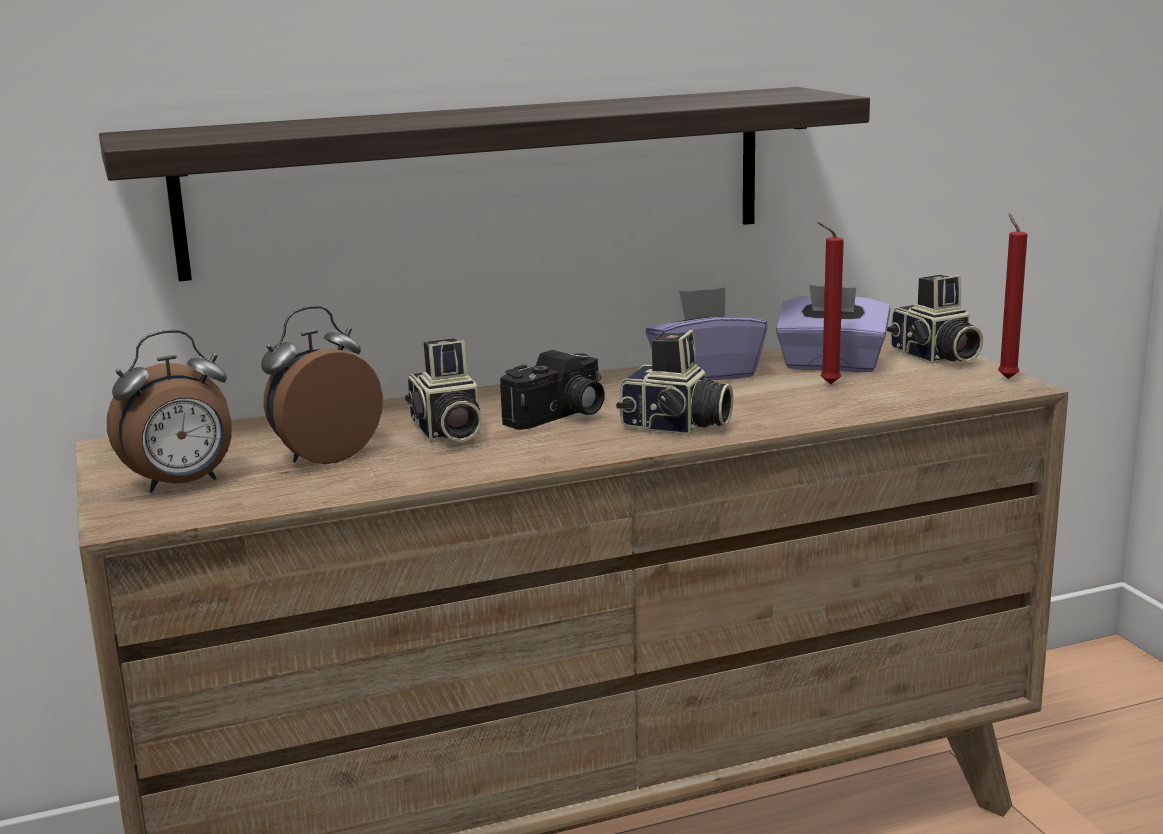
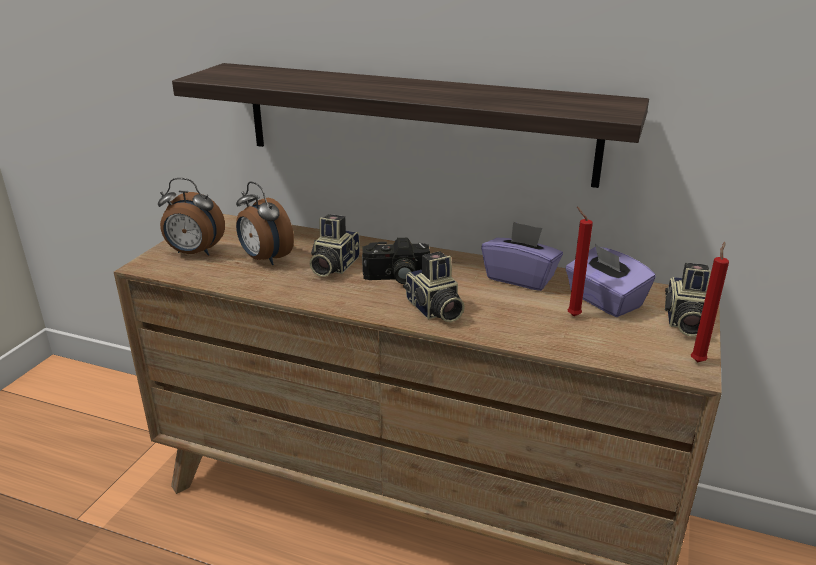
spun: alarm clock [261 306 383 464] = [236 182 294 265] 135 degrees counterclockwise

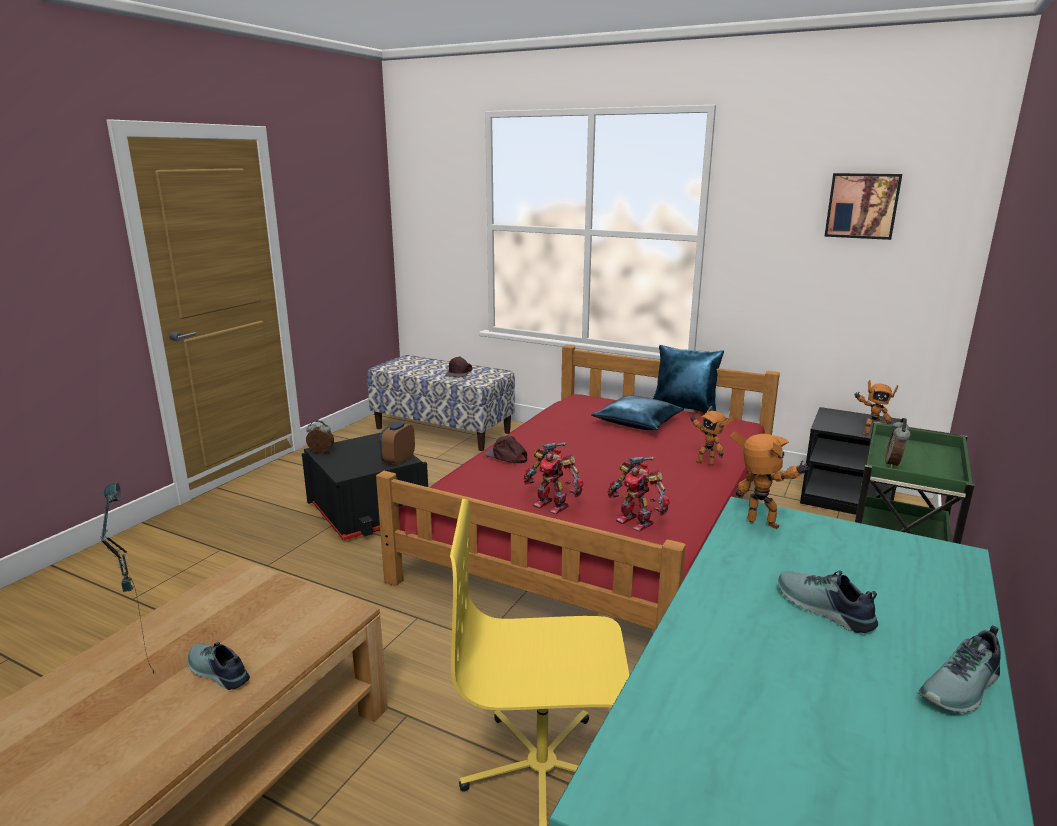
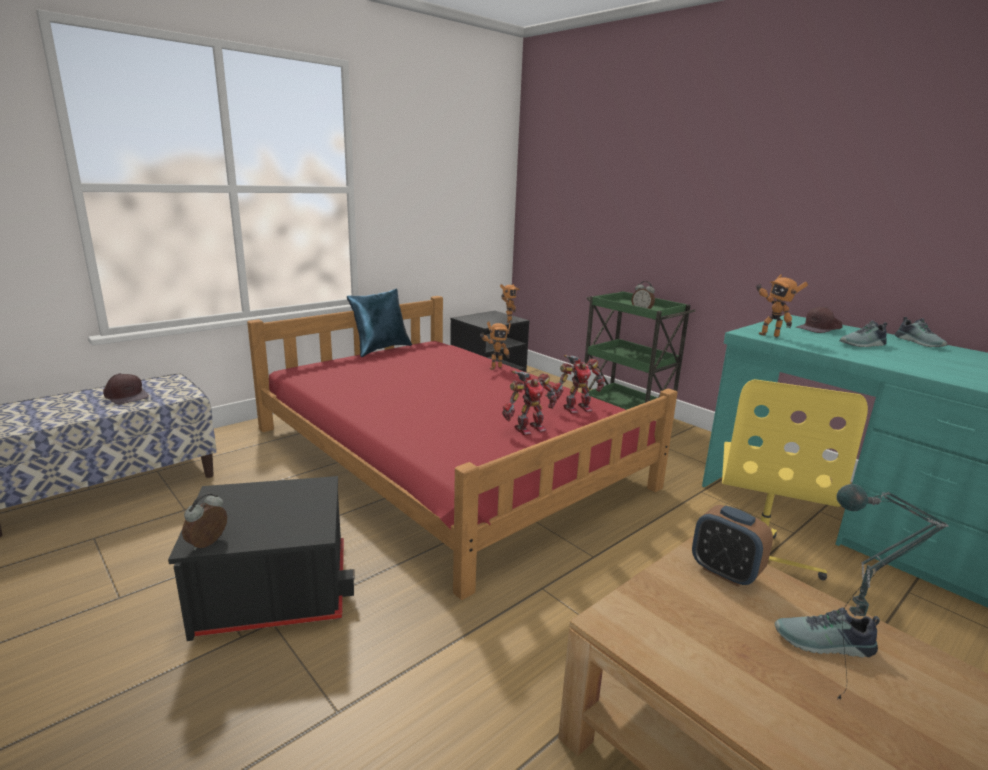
missing: picture [824 173 902 240]; blue pillow [591 395 684 430]
relocated: alarm clock [379 421 415 466] to [692 505 773 586]; brown cap [485 436 527 463] to [796 307 843 333]
spun: toy robot [730 432 810 529] = [755 274 808 337] 105 degrees counterclockwise; shoe [188 642 250 690] = [775 607 880 657] 45 degrees clockwise

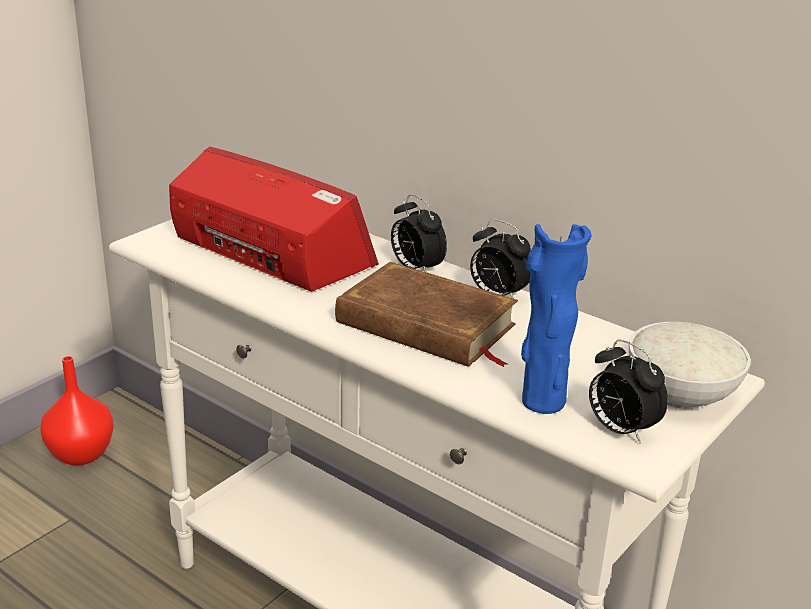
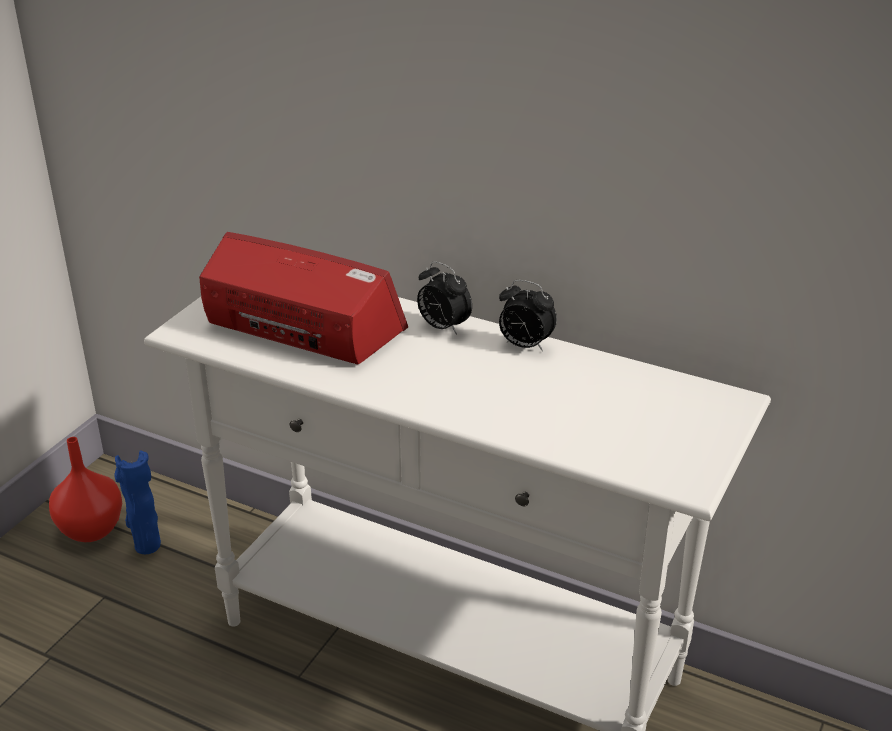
missing: brown book [335 262 518 367]; white bowl [629 322 751 409]; alarm clock [589 339 668 444]
relocated: blue vase [521 224 592 414] to [115 451 161 554]

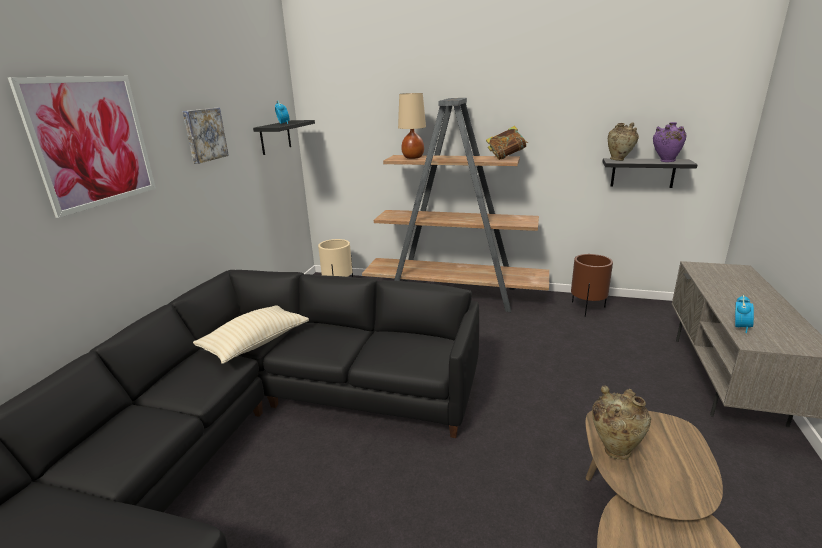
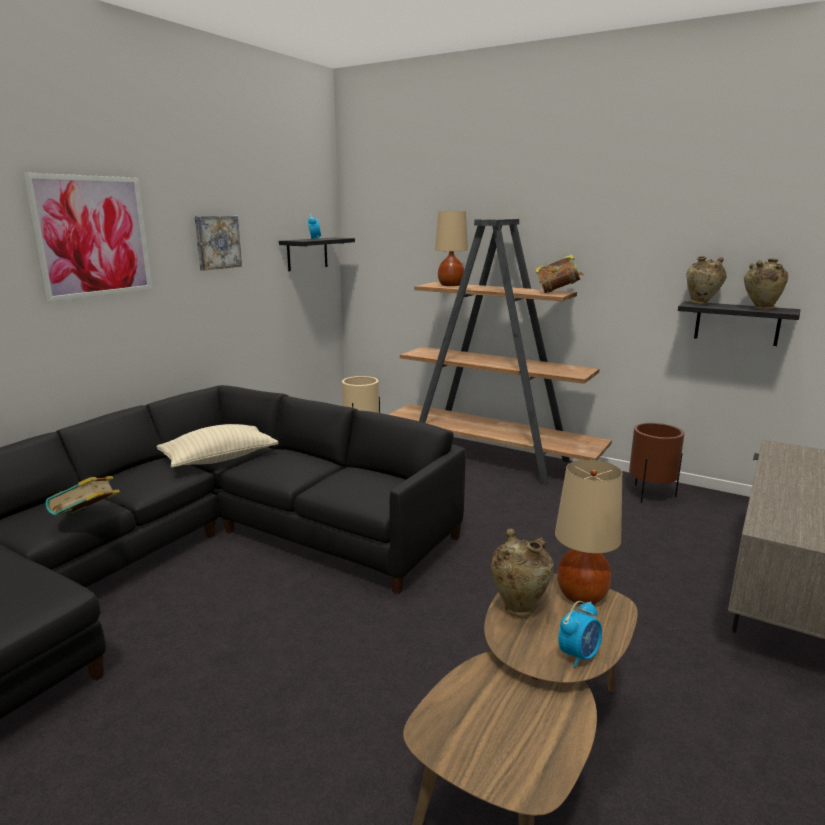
appeared: beige table lamp [555 460 622 604]; book [46 476 120 515]
relocated: alarm clock [735 295 754 333] to [558 601 602 668]
colour: purple vase [653 122 687 162] to beige vase [744 258 789 310]

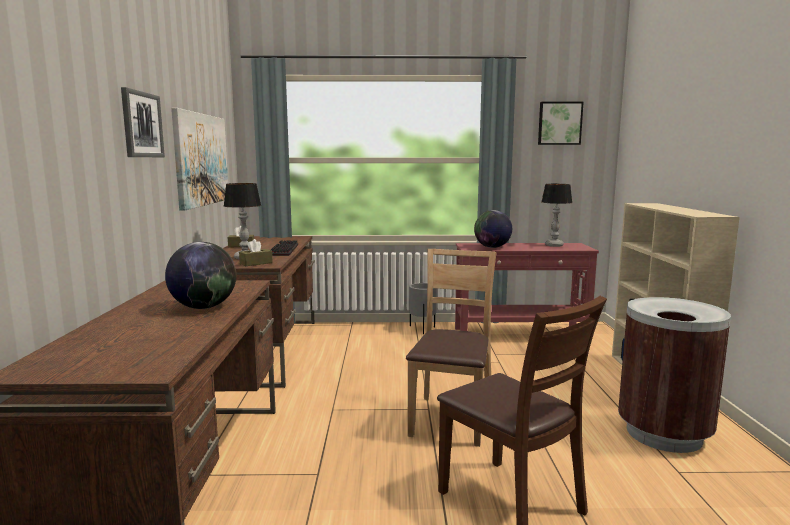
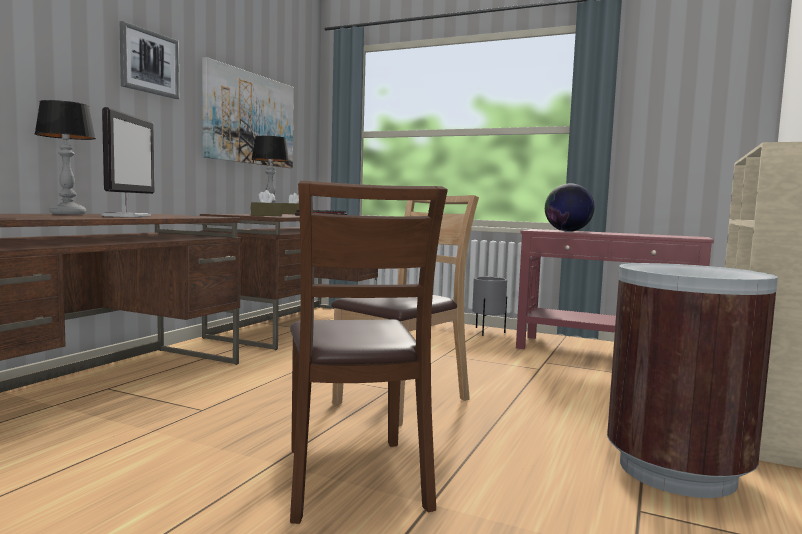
missing: picture [538 102 584 145]
relocated: table lamp [541 184 572 247] to [35 100 96 215]
exchanged: globe [165 242 237 309] to monitor [101 107 154 217]

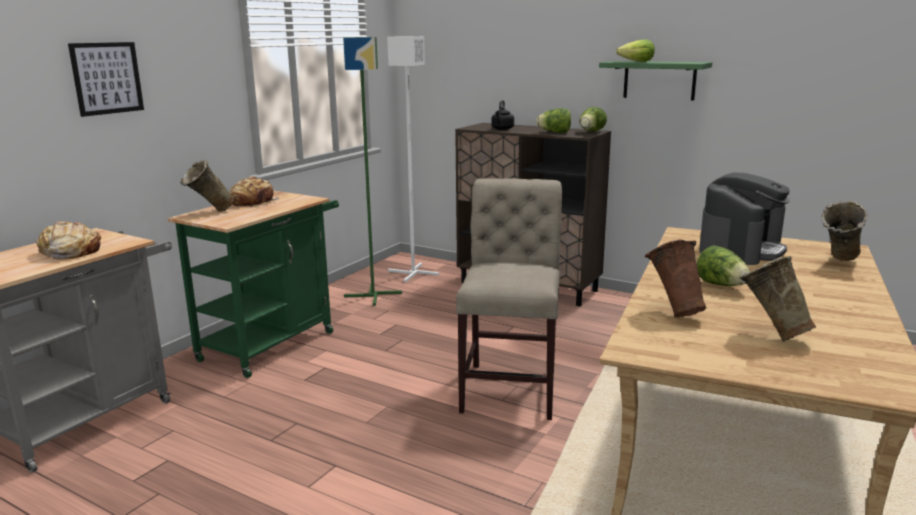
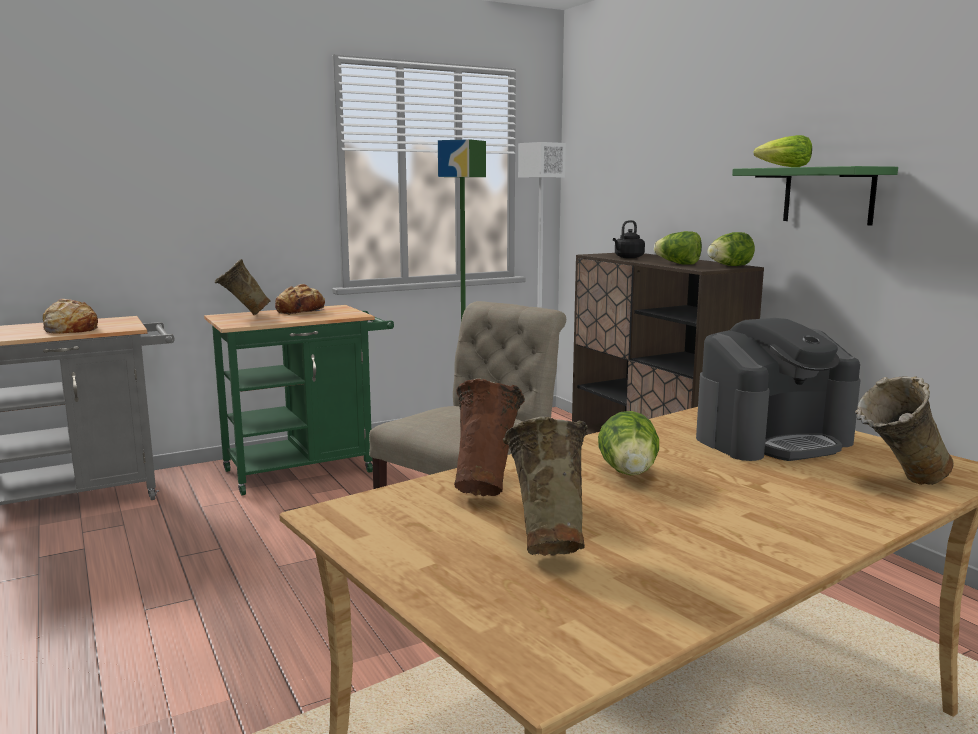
missing: picture [68 42 144 117]

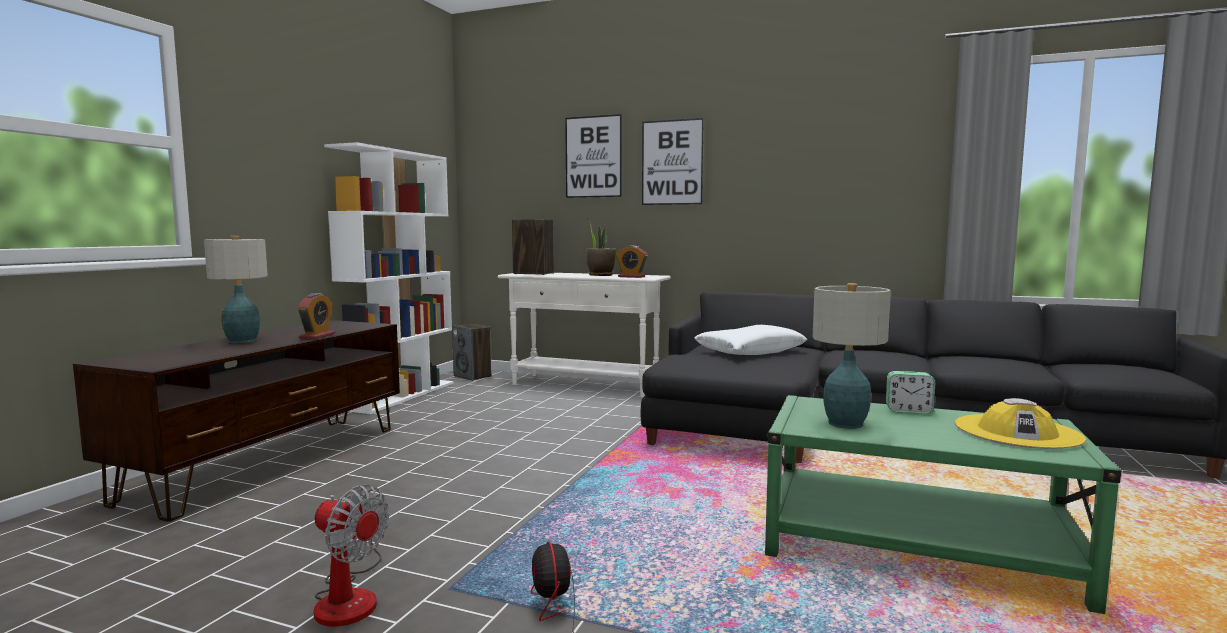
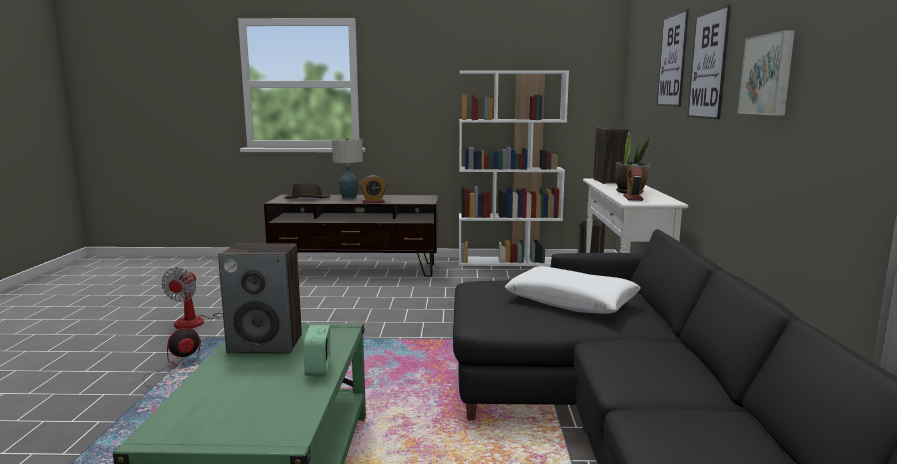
missing: yellow hat [955 398 1086 449]
appeared: picture [738 30 795 115]; brown hat [285 182 331 199]
exchanged: table lamp [813 283 891 429] to speaker [218 243 302 353]

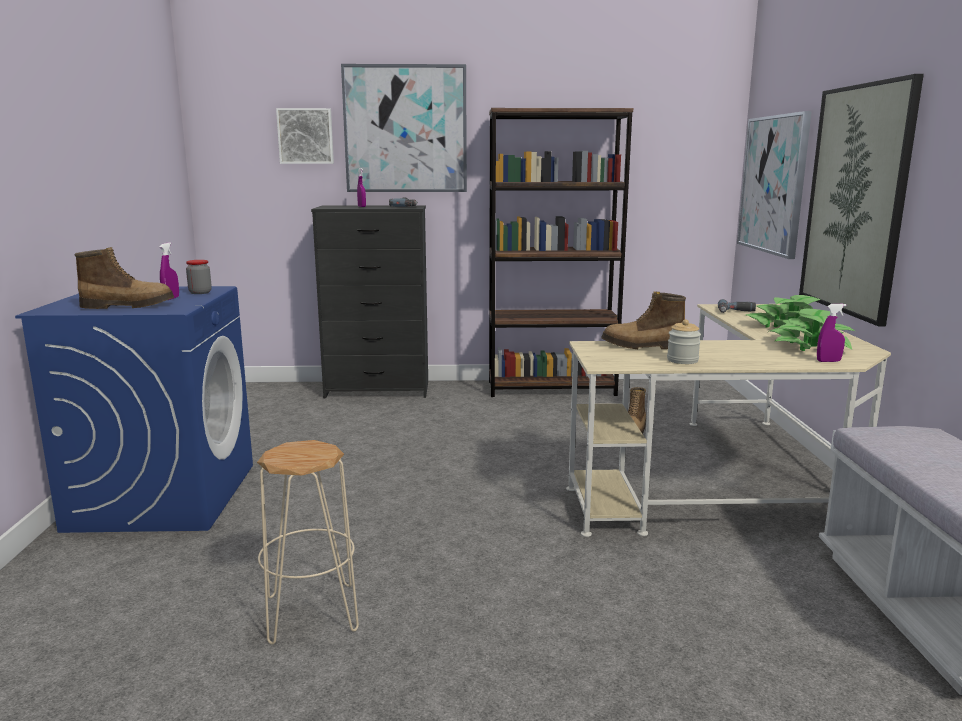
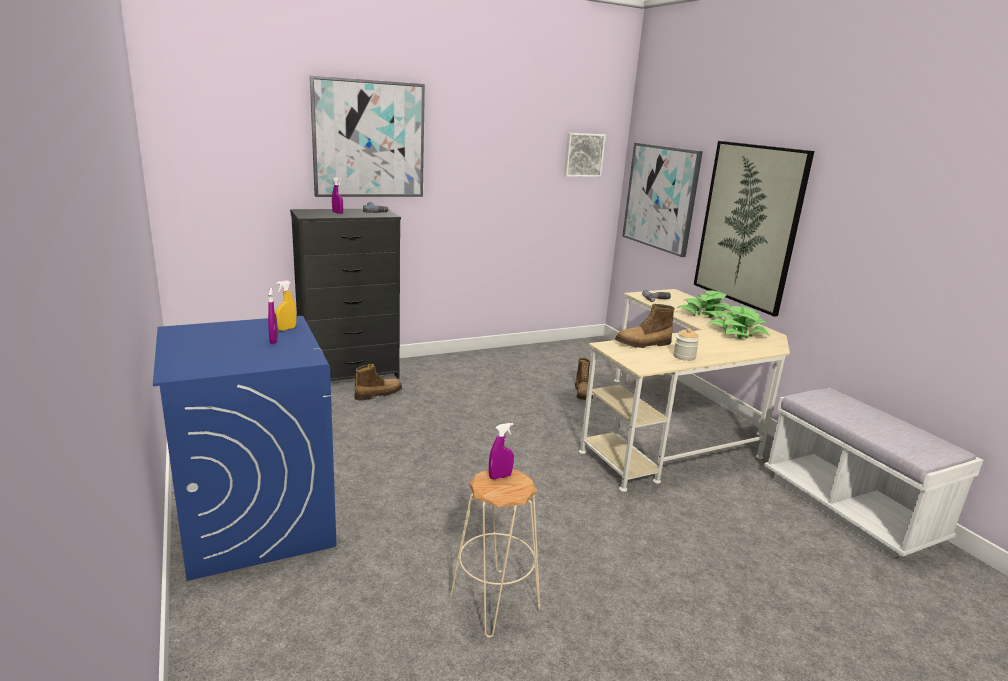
missing: brown bookcase [489 108 633 397]
relocated: picture [276 108 334 164] to [564 133 606 177]; boot [74 247 174 309] to [354 364 402 400]; purple spray bottle [817 304 847 362] to [489 423 514 479]
exchanged: jar [186 260 212 294] to yellow spray bottle [275 280 296 331]

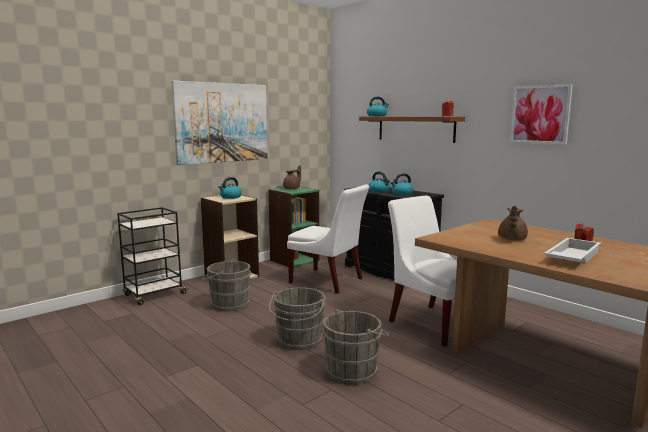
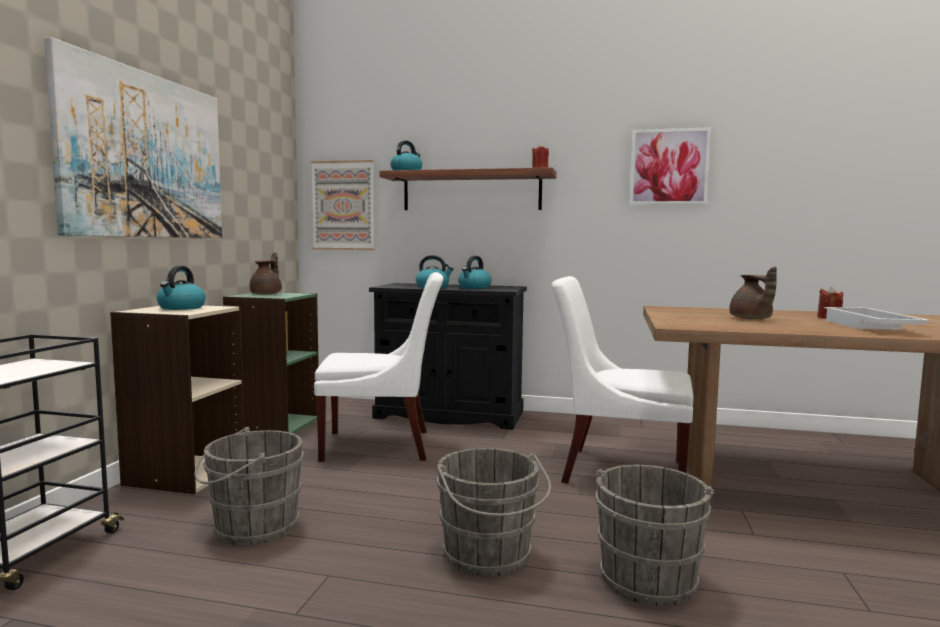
appeared: picture [311 160 374 250]

